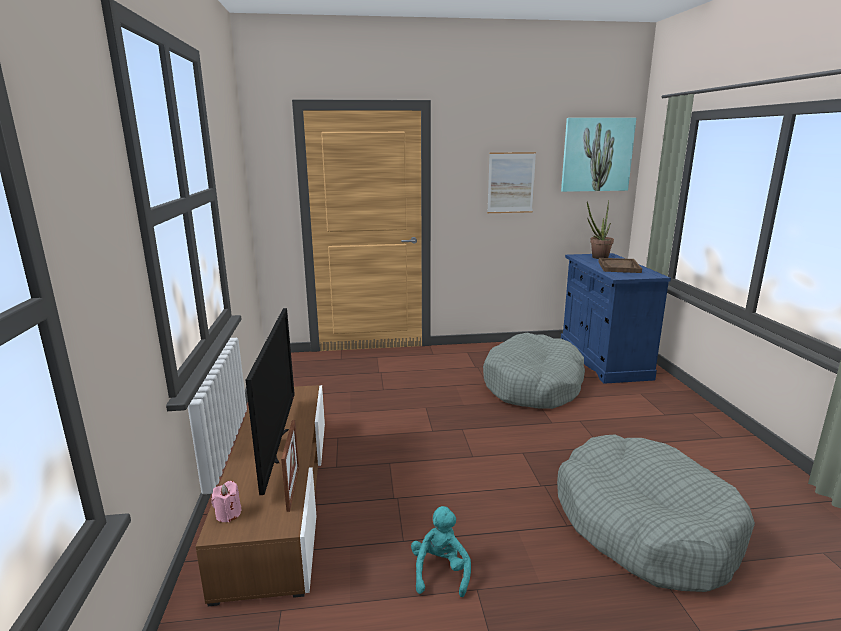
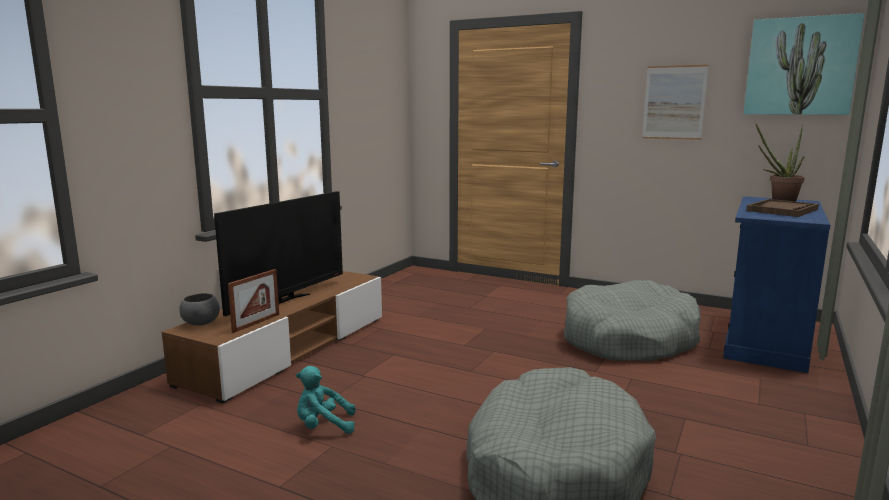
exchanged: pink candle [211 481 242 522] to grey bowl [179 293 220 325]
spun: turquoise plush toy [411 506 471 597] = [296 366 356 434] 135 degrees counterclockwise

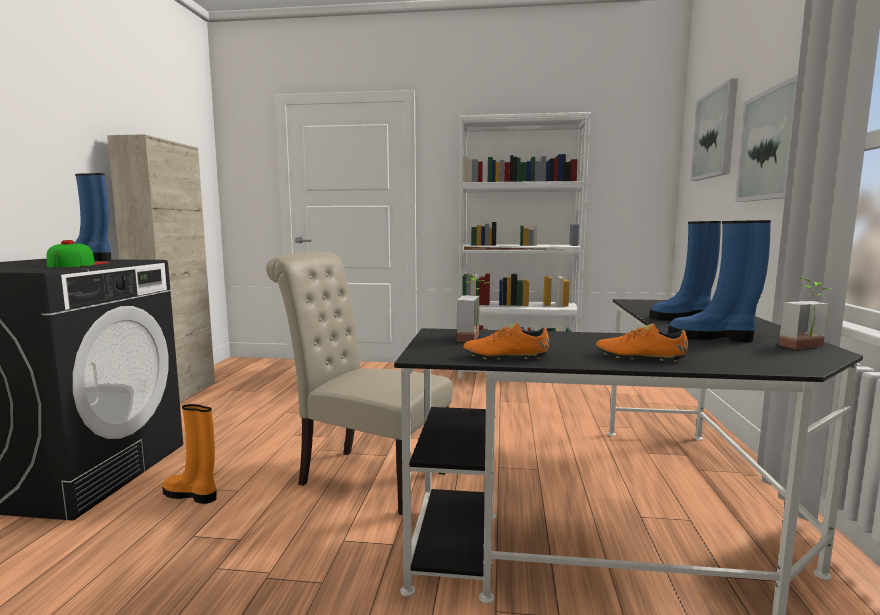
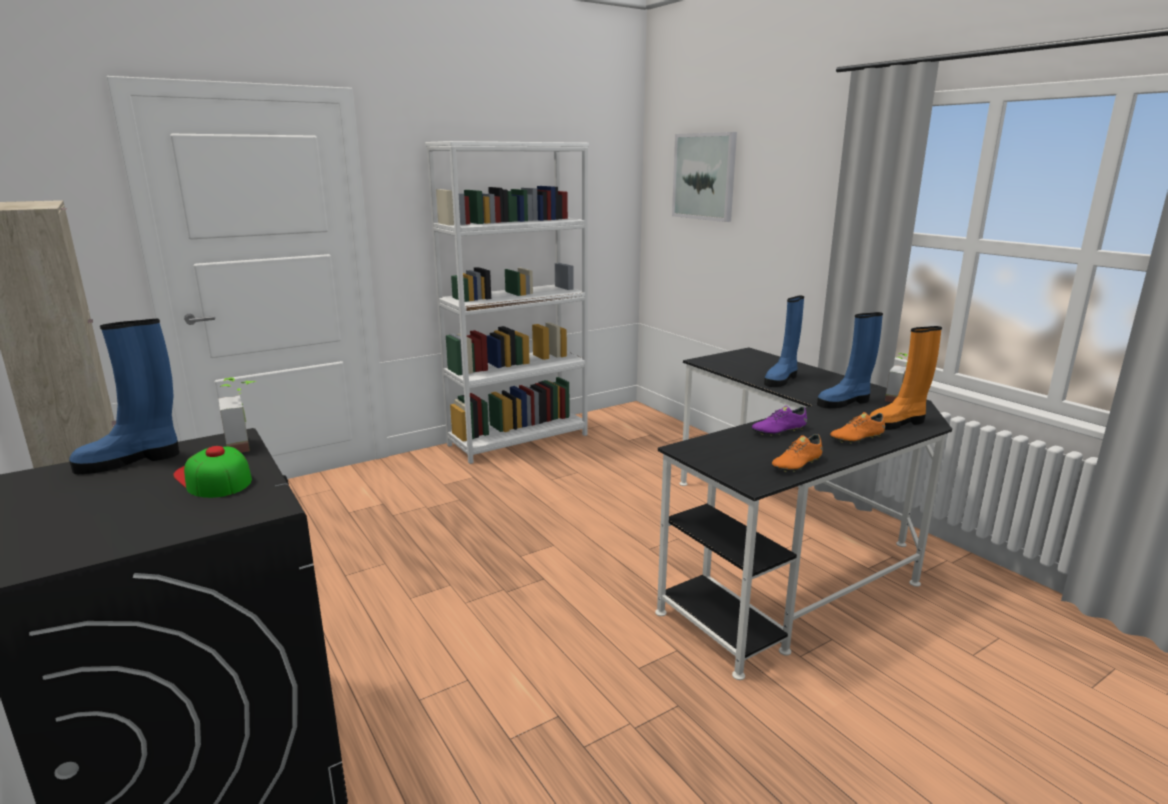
missing: picture [735 75 798 202]; beige chair [266 252 453 515]
appeared: purple shoe [752 405 807 436]
relocated: potted plant [457 275 491 342] to [219 377 256 453]; orange boot [162 404 217 504] to [869 326 942 430]

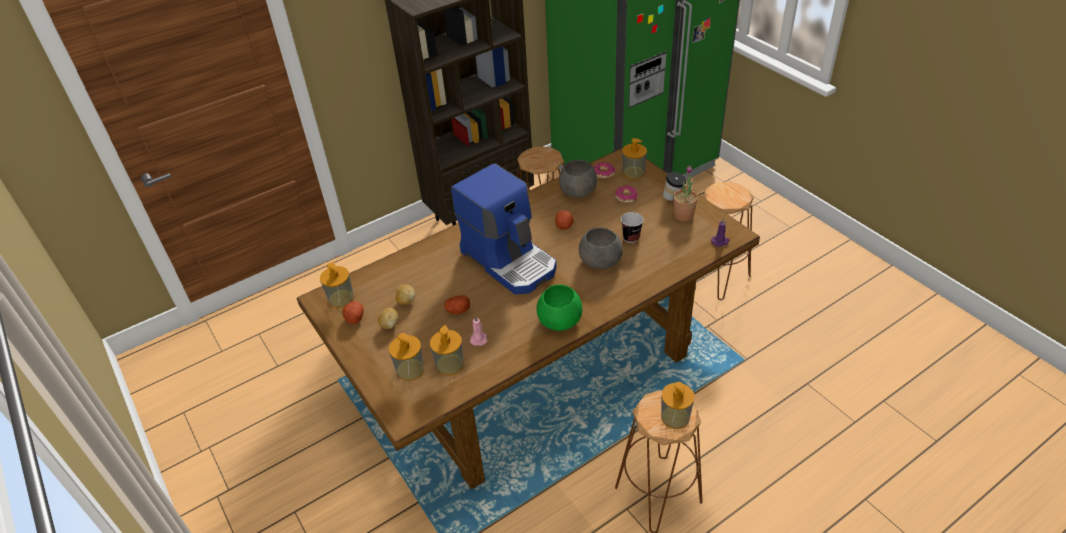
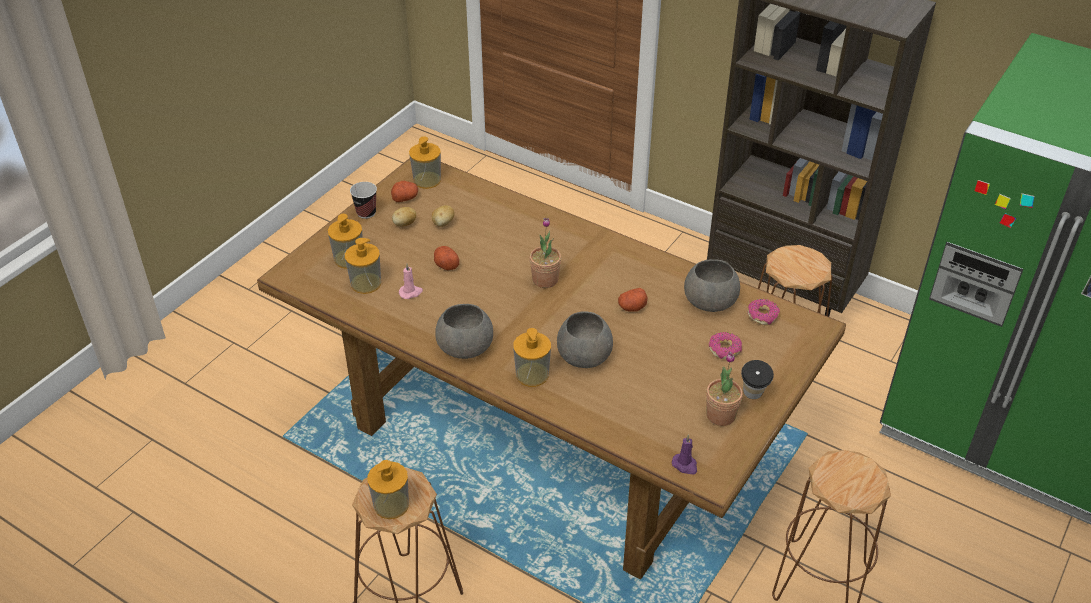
relocated: soap dispenser [622 138 647 180] to [513 328 551 387]; cup [621 212 643 243] to [350 182 377 219]
exchanged: coffee machine [451 163 556 295] to potted plant [530 218 561 288]
colour: green bowl [537 284 582 331] to grey bowl [435 304 493 359]

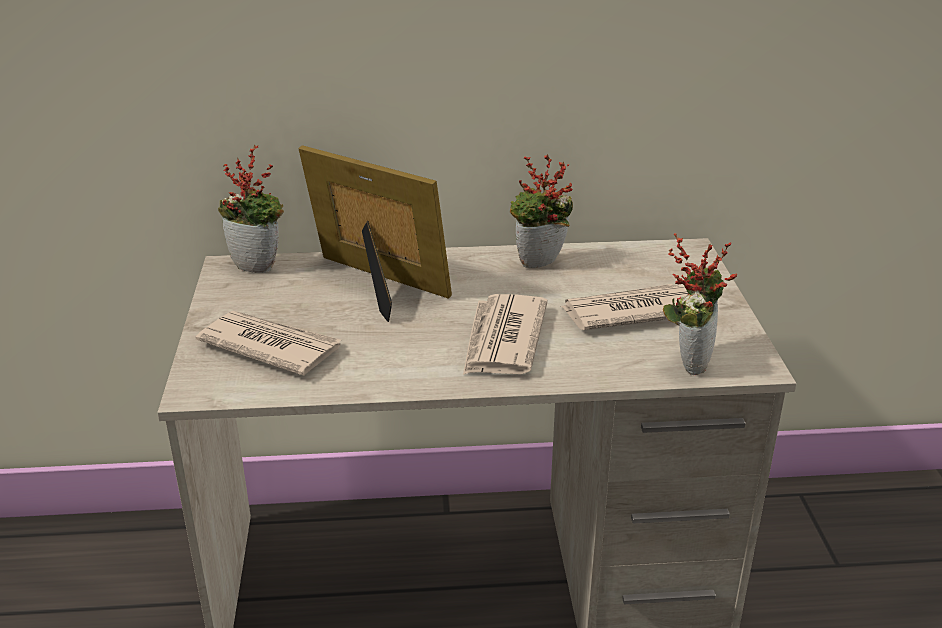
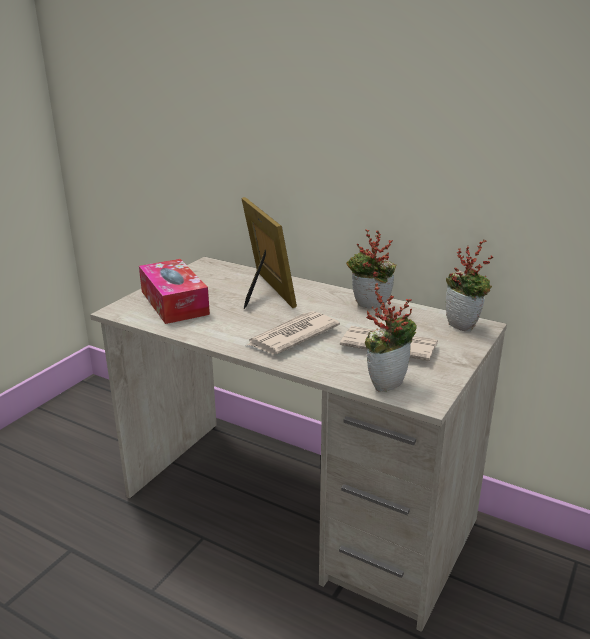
relocated: potted plant [218 145 284 273] to [446 240 493 332]
exchanged: newspaper [196 311 341 376] to tissue box [139 259 210 324]

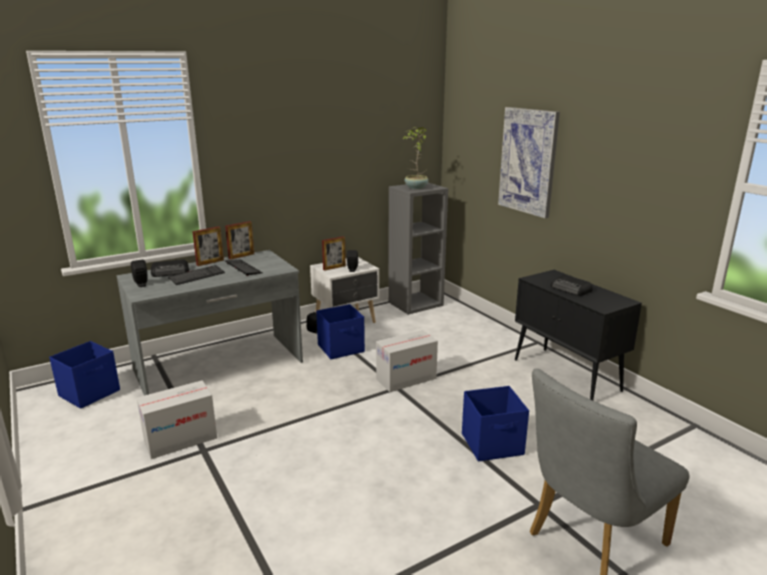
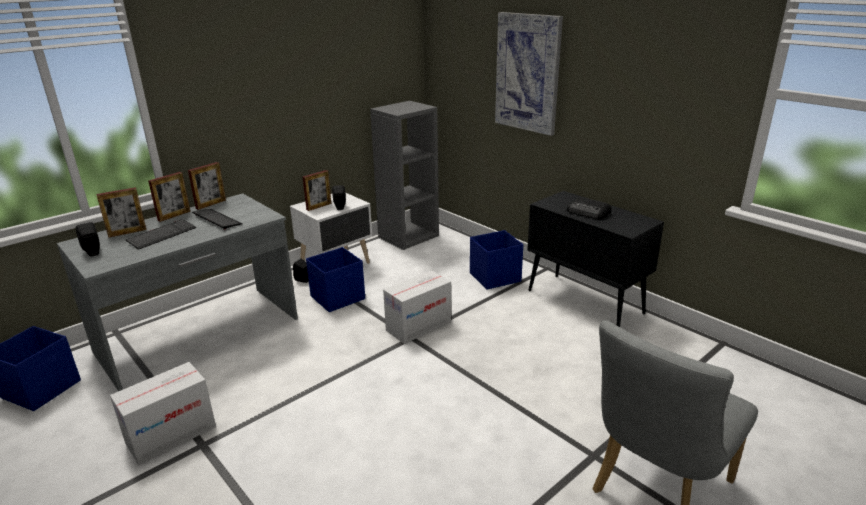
missing: potted plant [402 127 428 189]
relocated: blue storage box [462 386 529 462] to [470 230 523 290]
exchanged: radio [151 259 189 277] to picture frame [96 187 146 237]

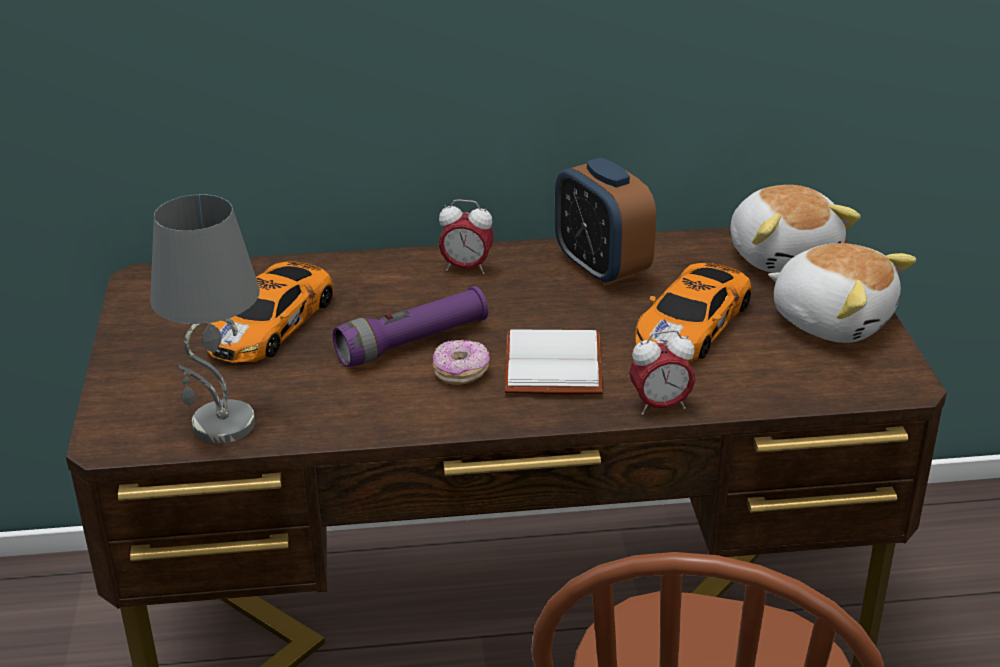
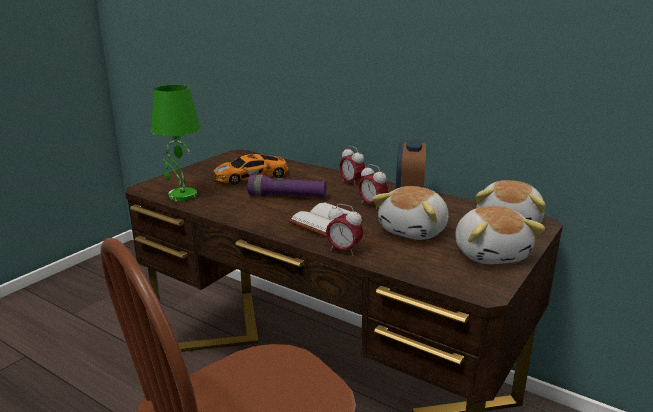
missing: donut [433 340 490 385]
appeared: alarm clock [358 164 388 209]
exchanged: toy car [635 263 752 362] to plush toy [372 186 448 240]
colour: grey table lamp [150 194 260 444] to green table lamp [151 85 200 201]

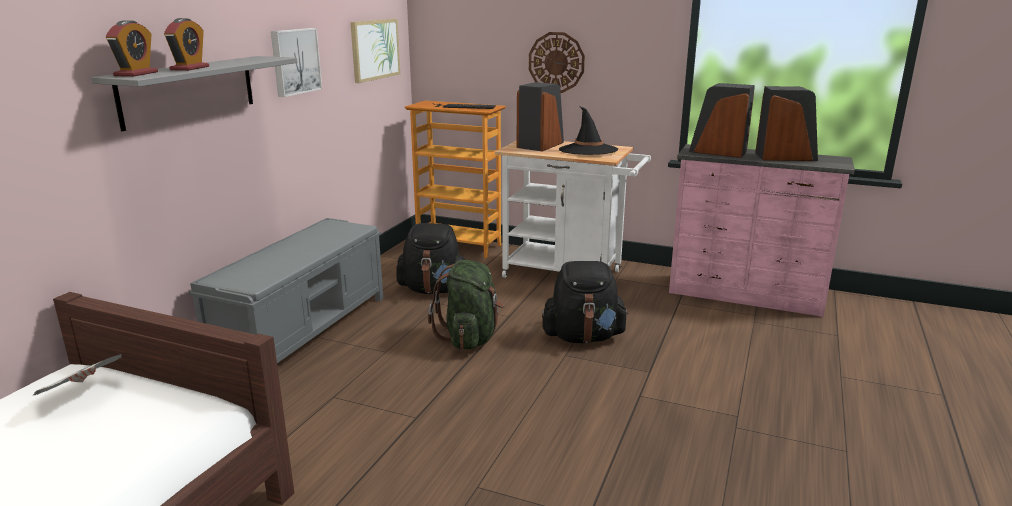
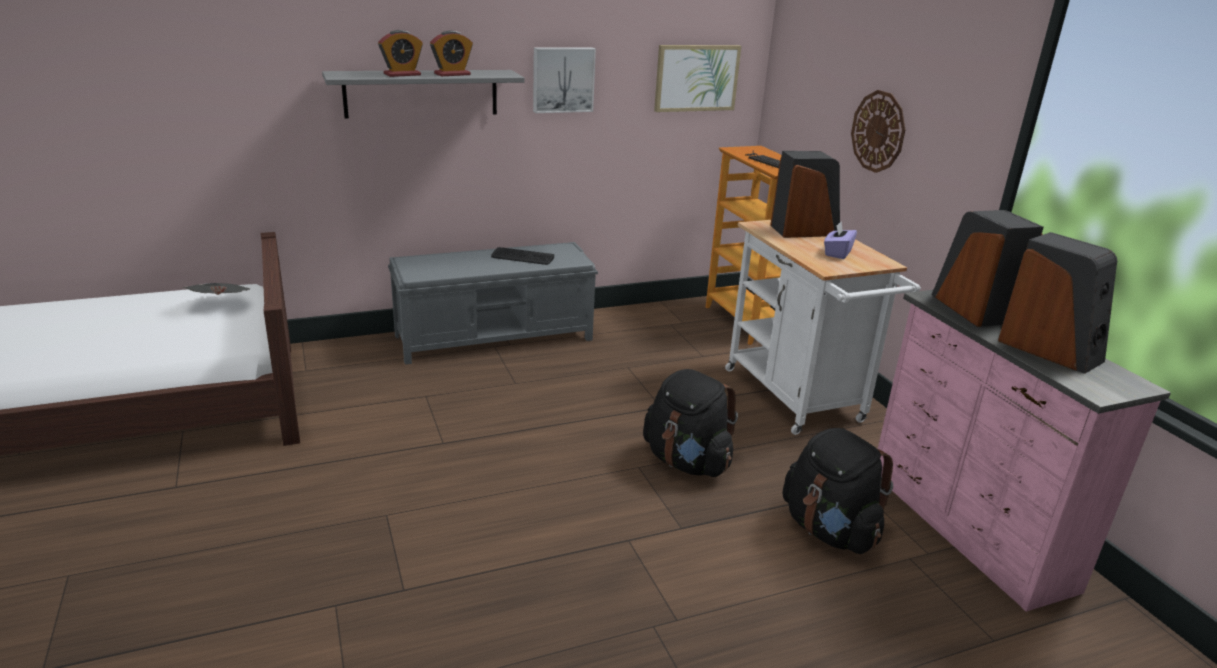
missing: green backpack [428 260 504 350]
appeared: keyboard [491 247 554 265]
relocated: alarm clock [106 20 158 77] to [430 30 473 76]; black backpack [396 223 465 294] to [782 428 893 554]
exchanged: black hat [559 106 618 155] to purple tissue box [824 221 857 259]

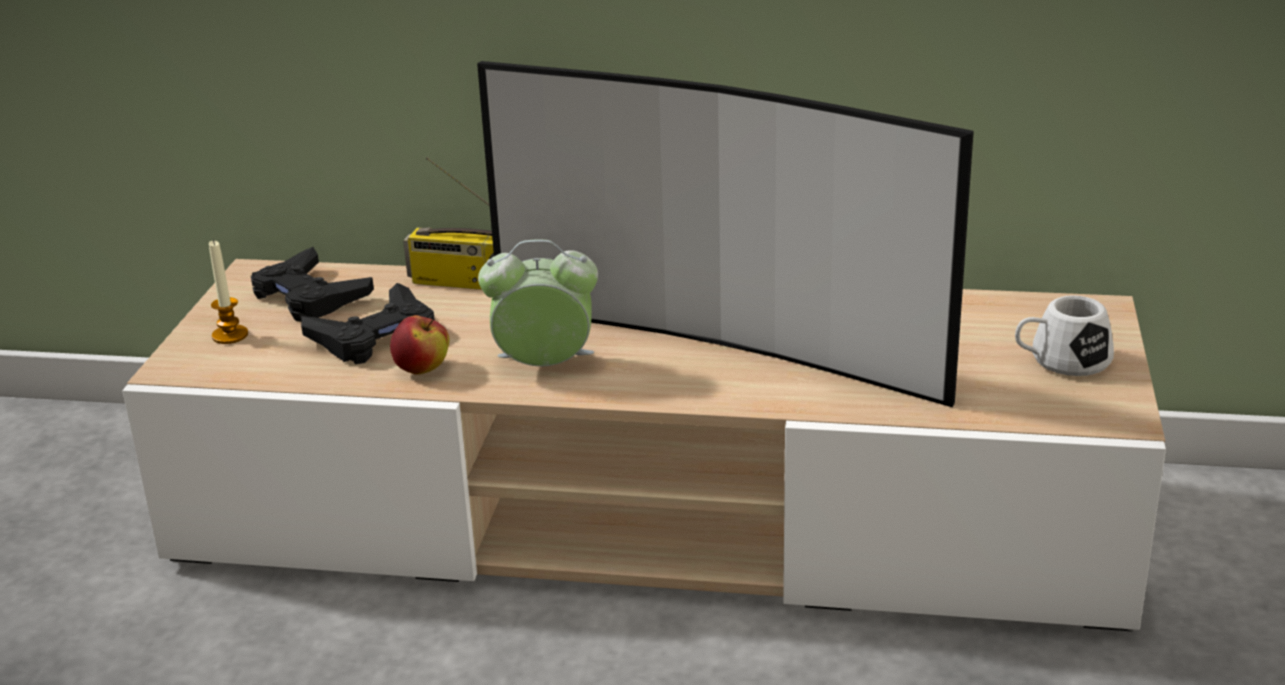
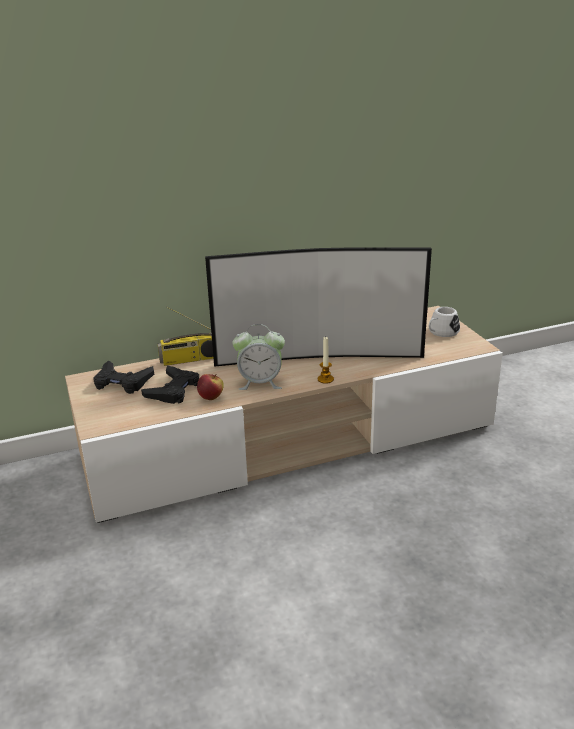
relocated: candle [209 239 248 344] to [318 337 334 384]
spun: alarm clock [478 239 598 366] = [232 324 285 390] 150 degrees counterclockwise

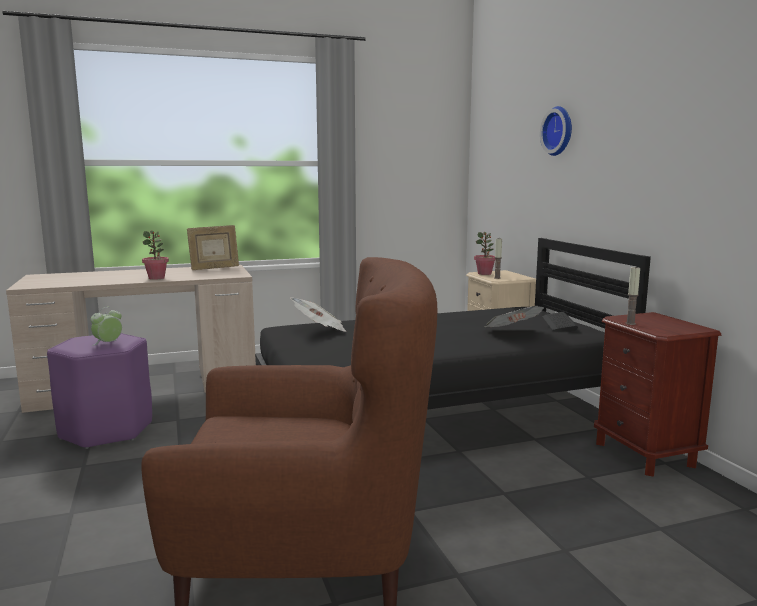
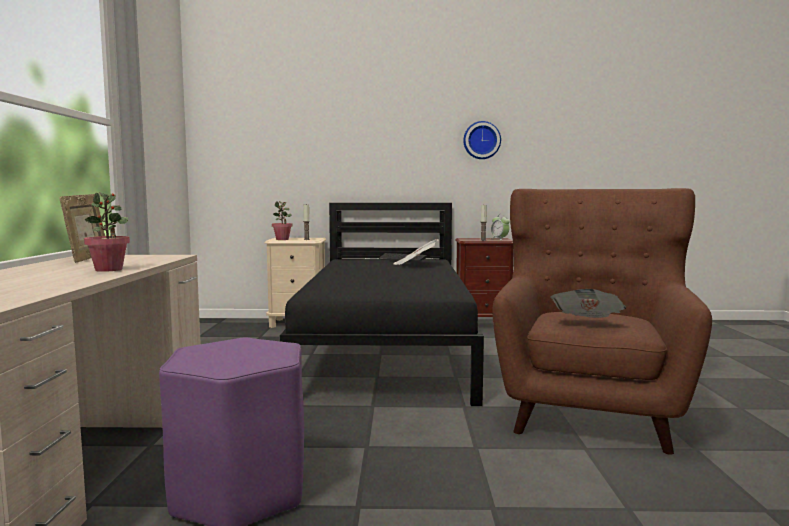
relocated: wall clock [540 106 572 156] to [463 121 501 159]; newspaper [290 297 346 332] to [550 289 626 318]; alarm clock [91 307 122 346] to [491 214 510 240]

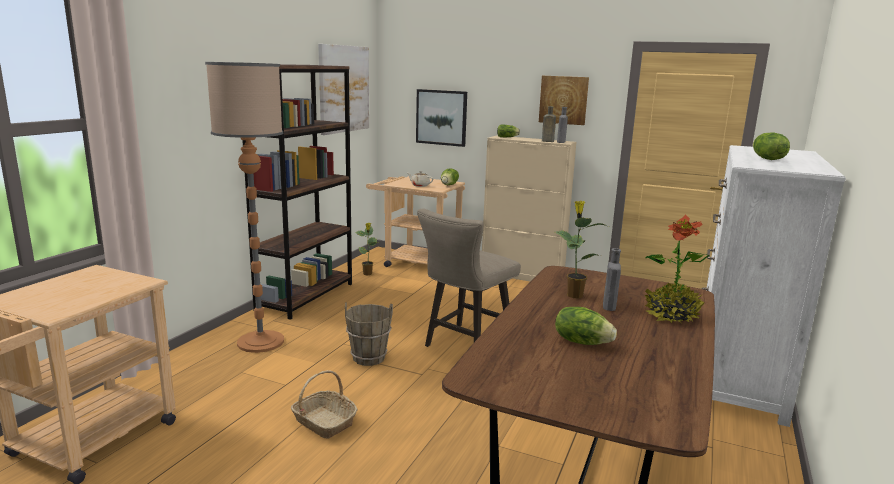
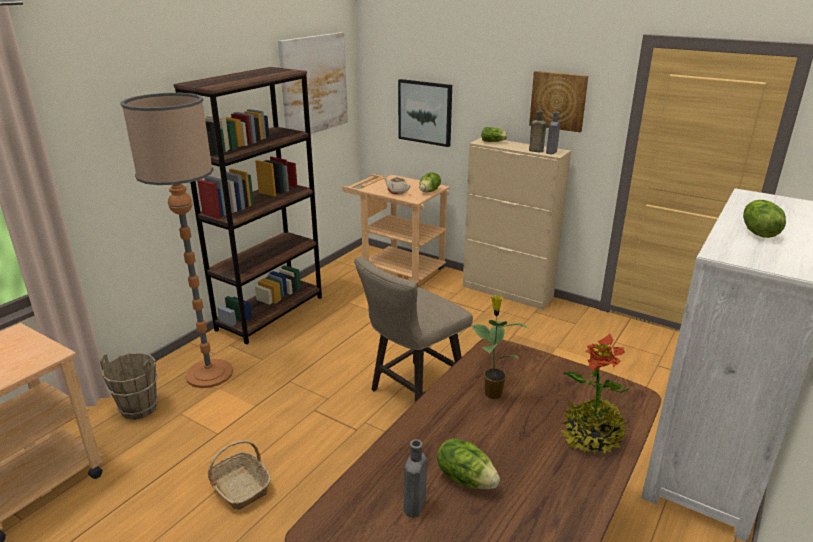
missing: potted plant [355 223 377 275]
relocated: grey bottle [603 248 621 311] to [403 439 427 518]; brown bucket [345 302 393 366] to [100 353 158 420]

